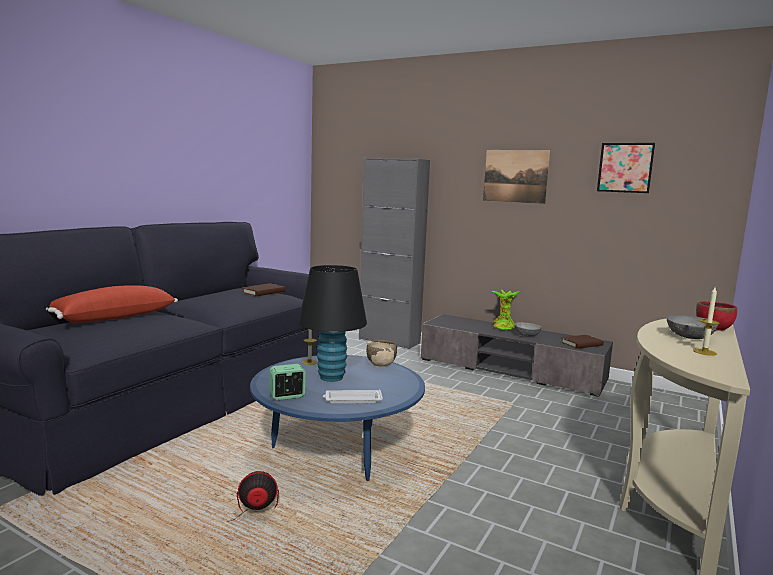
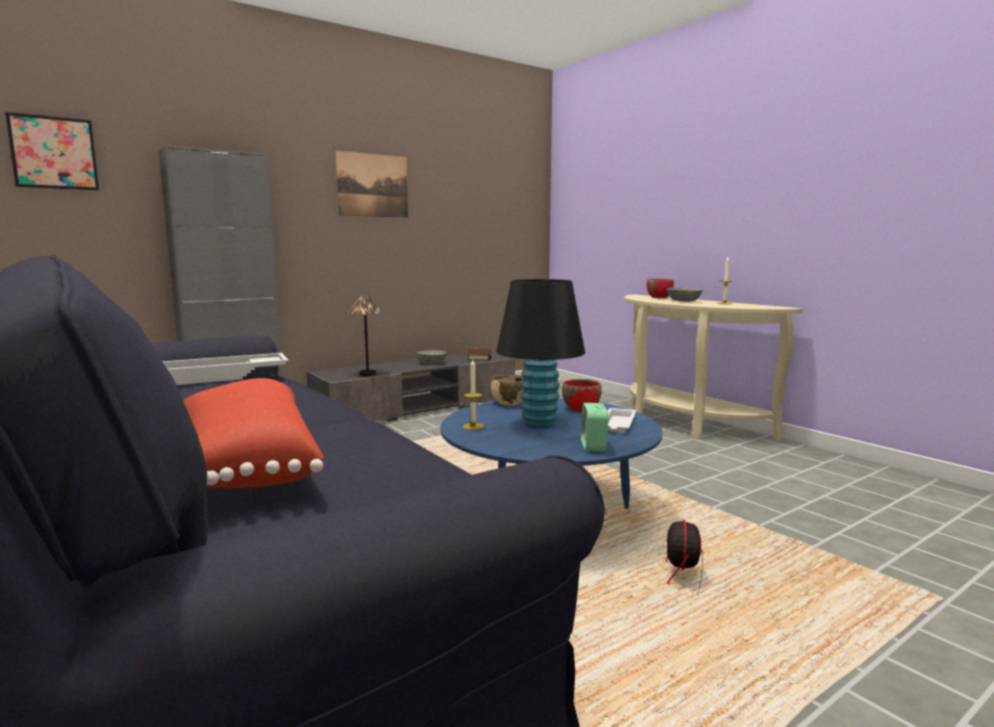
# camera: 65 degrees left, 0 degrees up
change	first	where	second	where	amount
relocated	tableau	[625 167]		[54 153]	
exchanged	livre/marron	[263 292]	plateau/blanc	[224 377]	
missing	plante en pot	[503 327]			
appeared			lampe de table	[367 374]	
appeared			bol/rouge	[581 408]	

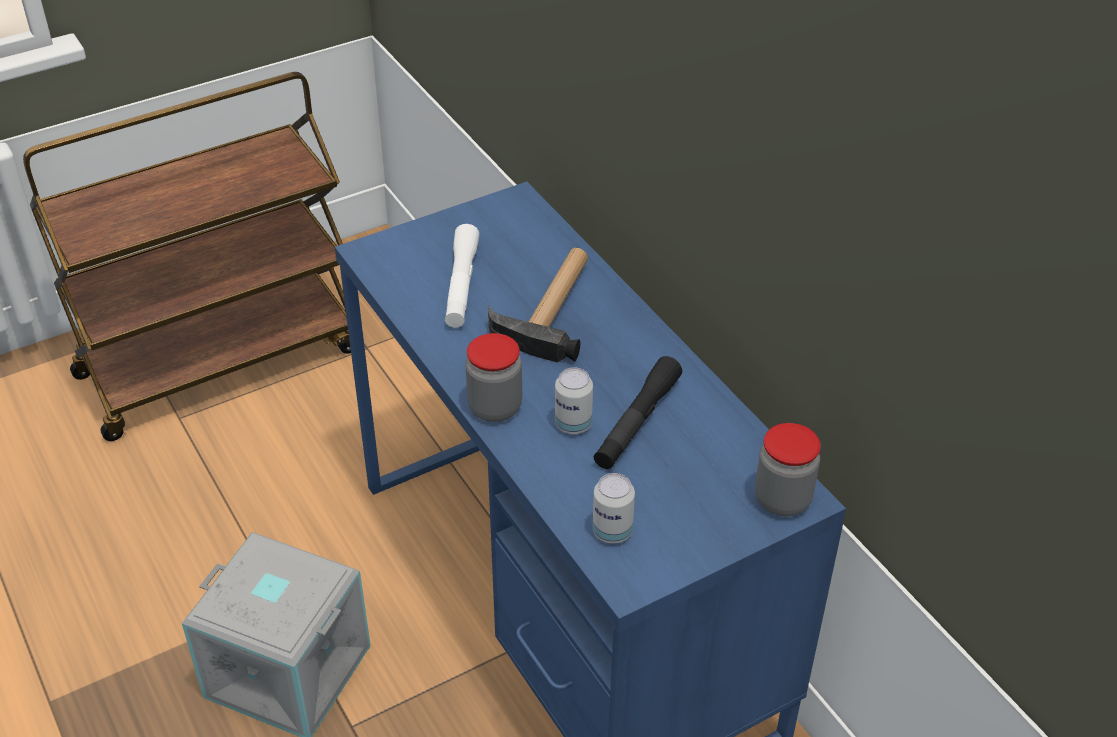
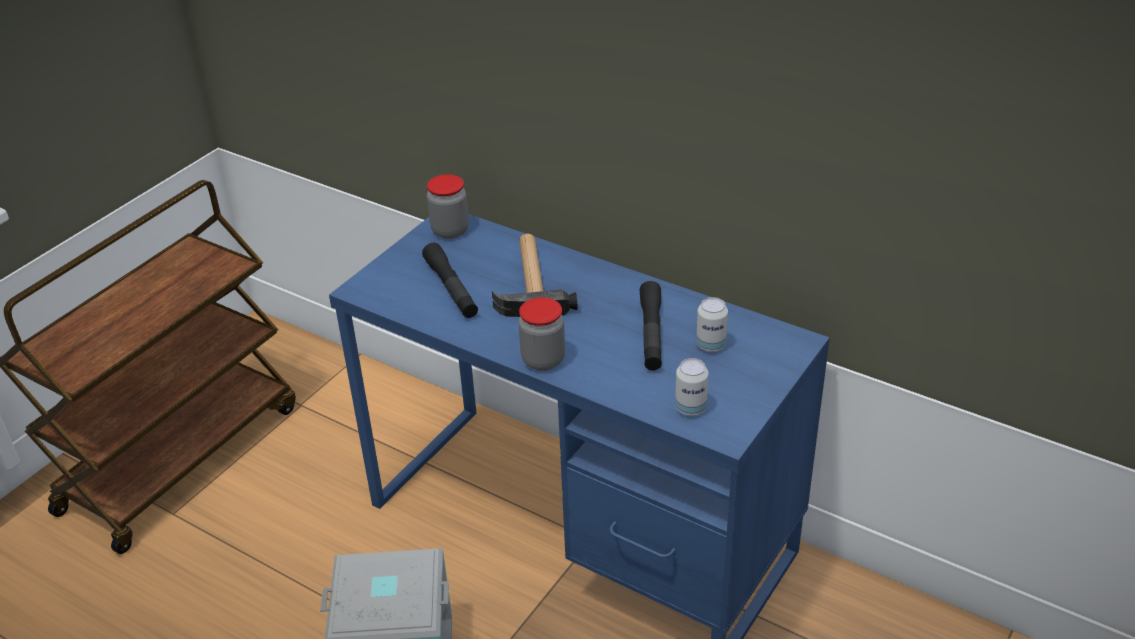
# camera: 25 degrees left, 5 degrees down
change	first	where	second	where	amount
colour	lampe de poche/blanc	[461 285]	lampe de poche/noir	[451 288]	
relocated	boîte métallique	[573 424]		[711 345]	
relocated	bocal	[782 500]		[450 230]	

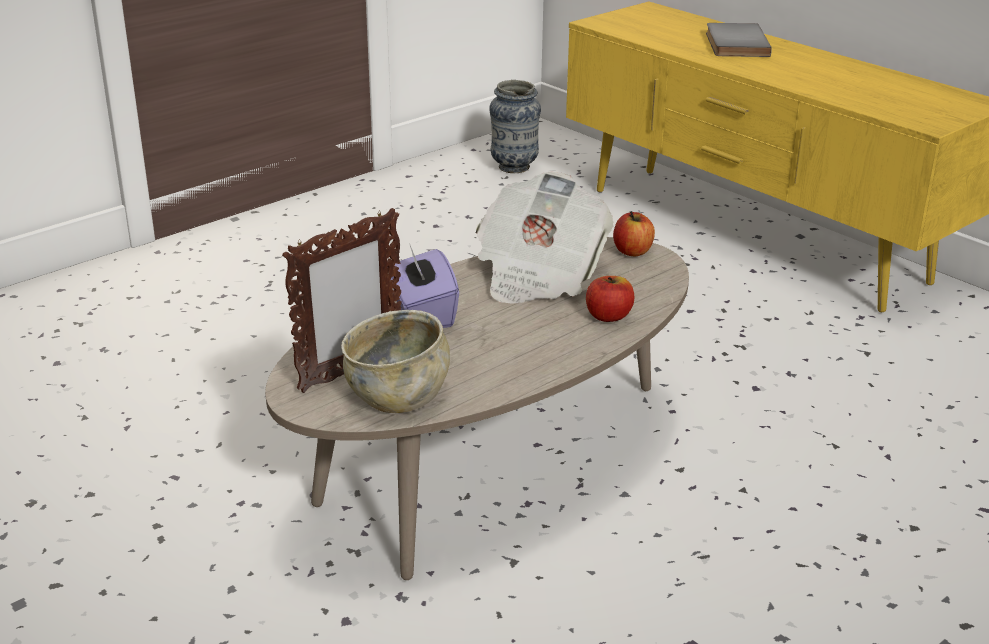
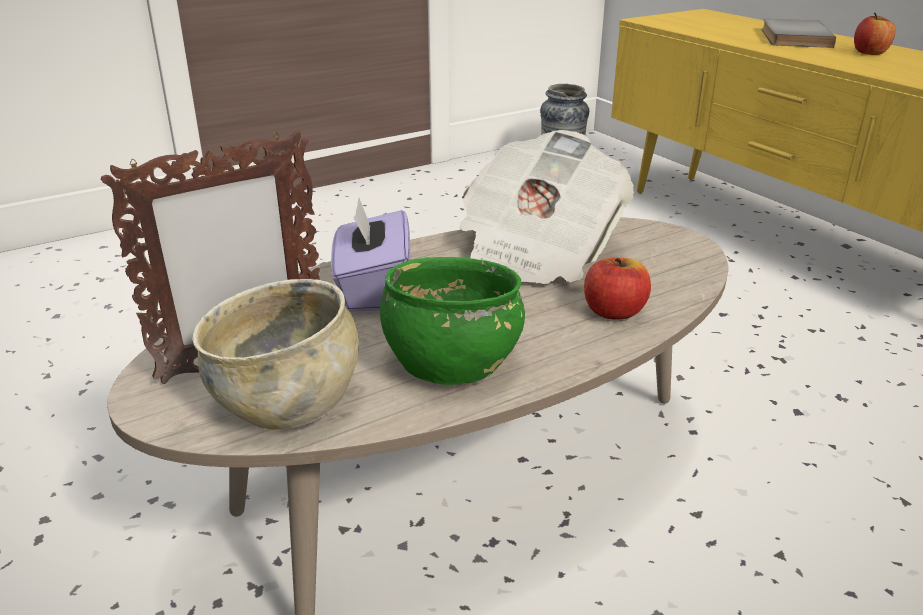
# camera: 10 degrees right, 0 degrees up
change	first	where	second	where	amount
relocated	pomme	[632 251]		[870 53]	
appeared			bol/vert	[452 363]	

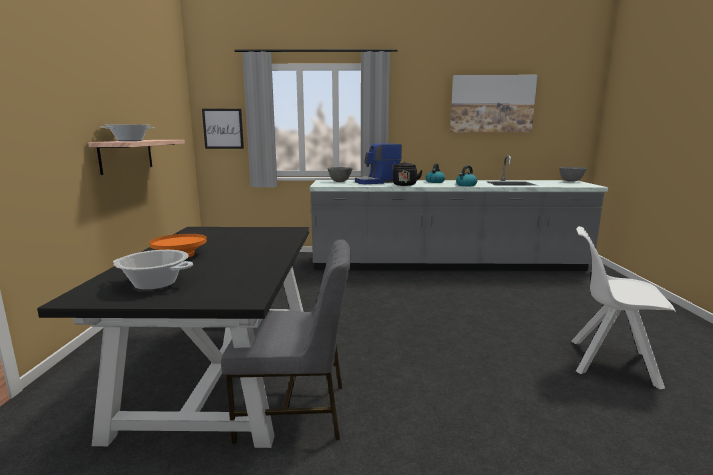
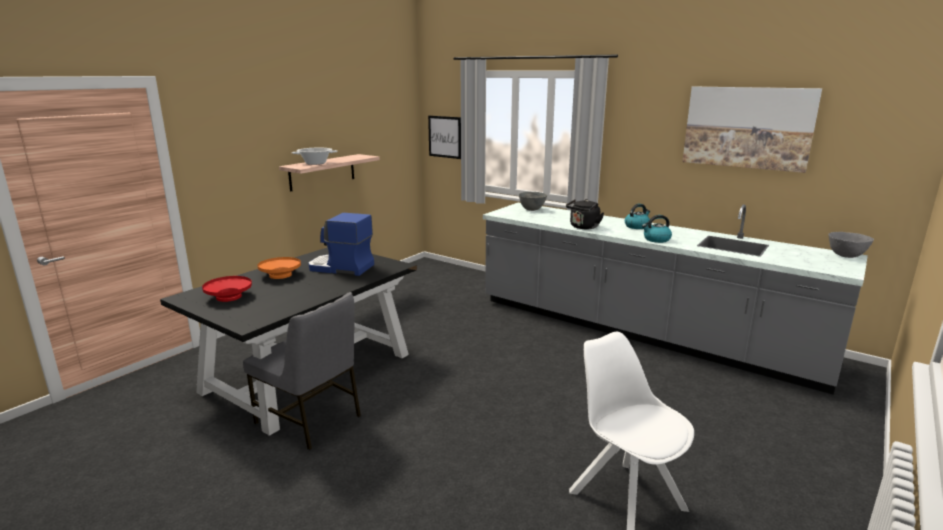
# camera: 35 degrees right, 5 degrees up
change	first	where	second	where	amount
relocated	machine à café	[377 182]		[341 268]	
exchanged	marmite	[155 283]	bol/rouge	[229 297]	

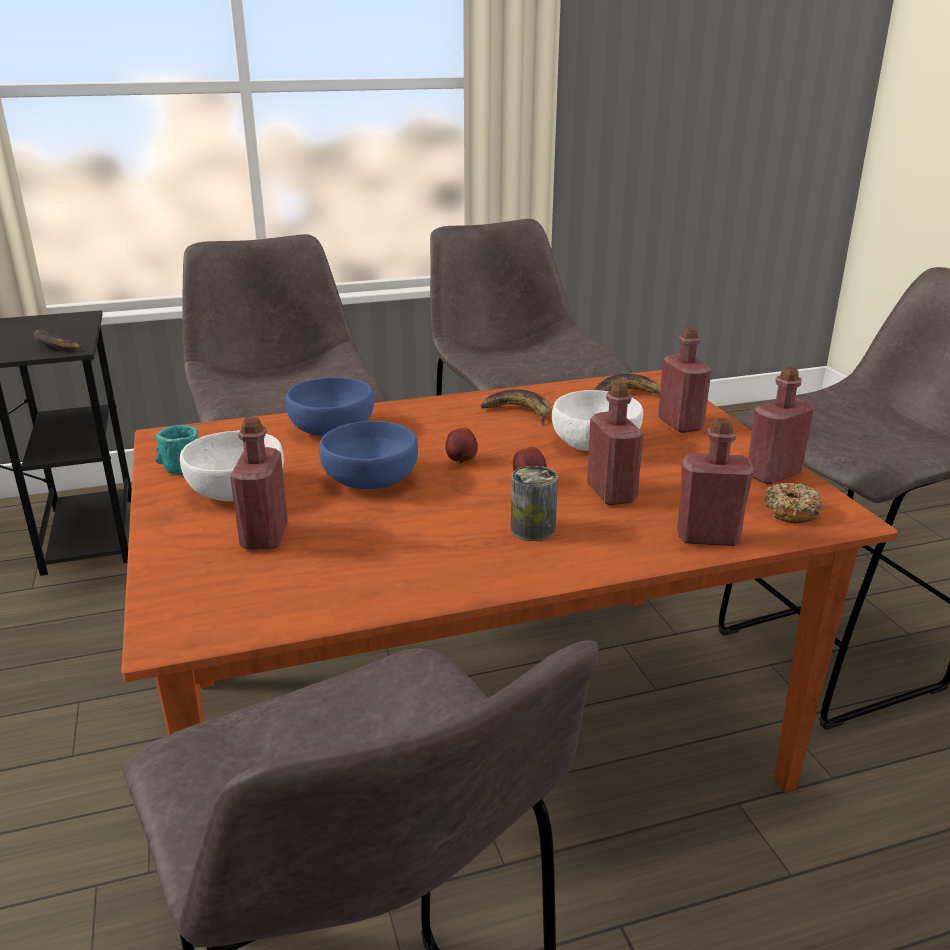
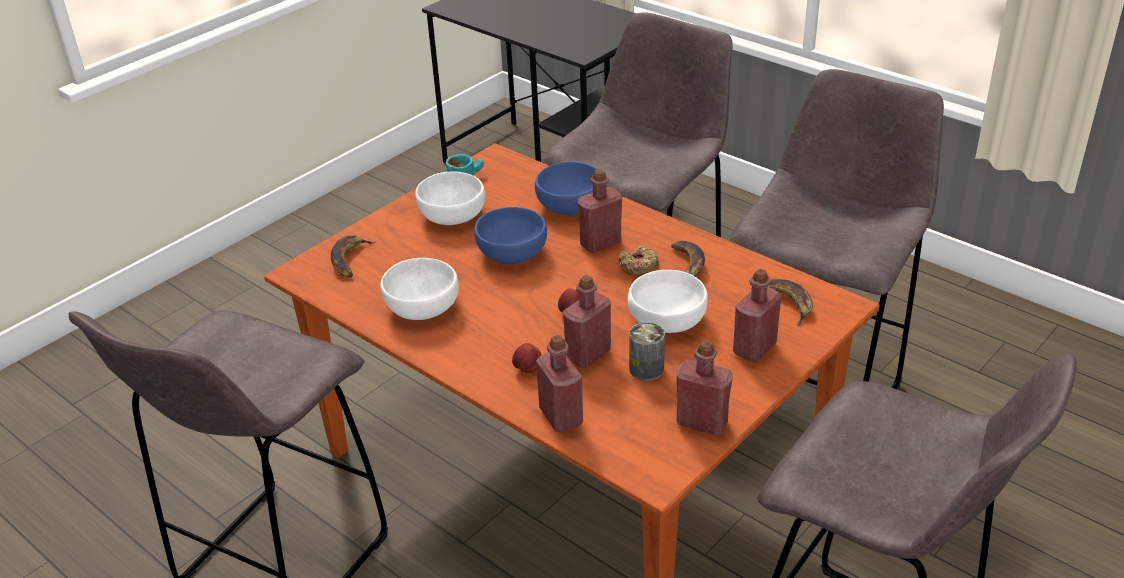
# camera: 60 degrees right, 10 degrees up
change	first	where	second	where	amount
relocated	banane	[56 346]		[350 259]	
relocated	bouteille/rouge	[264 536]		[600 243]	
relocated	pomme	[461 461]		[527 370]	
relocated	boîte métallique	[533 529]		[646 369]	
relocated	beignet	[791 511]		[639 267]	
appeared			bol/blanc	[421 308]	

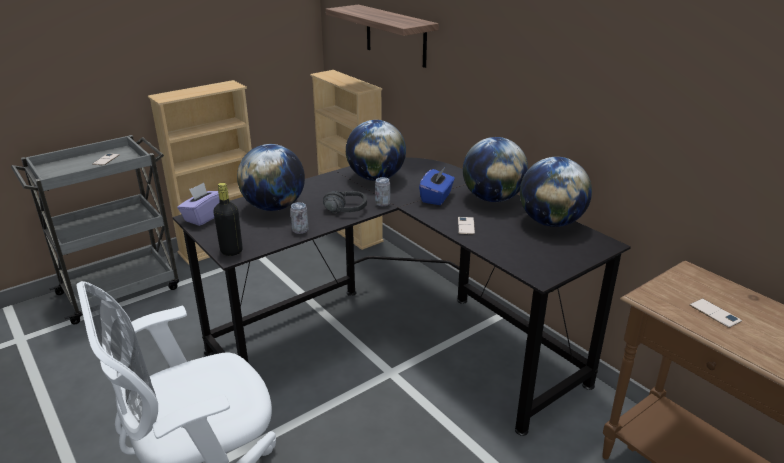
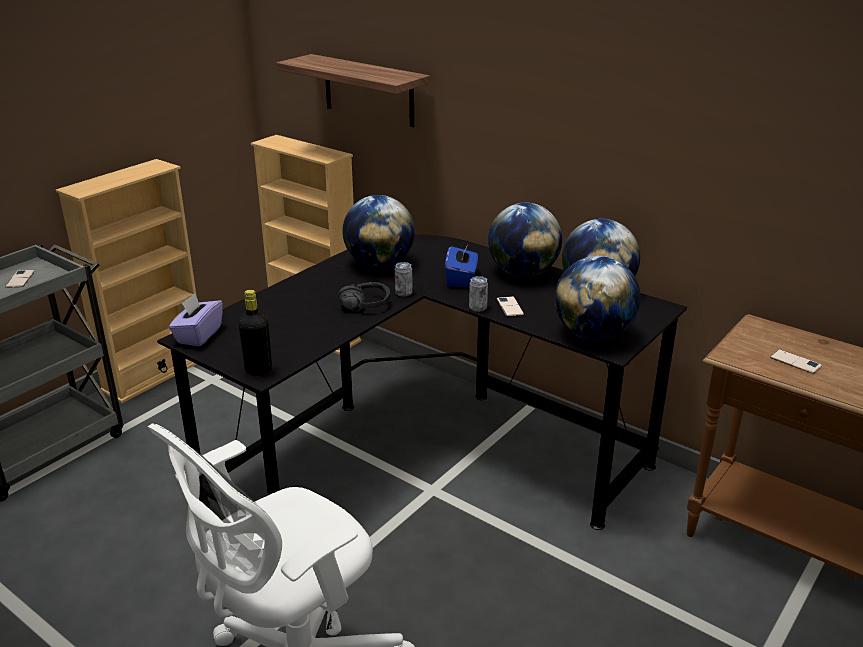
# camera: 15 degrees left, 0 degrees up
change	first	where	second	where	amount
relocated	globe	[274 207]		[593 335]	
relocated	boîte métallique	[300 230]		[478 308]	

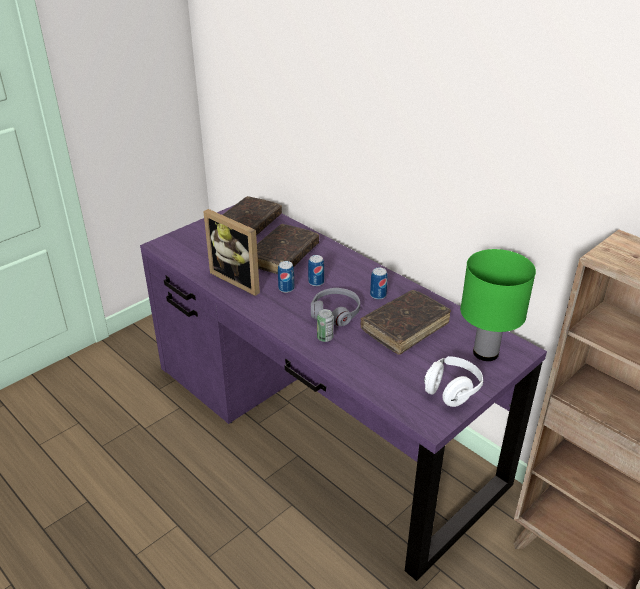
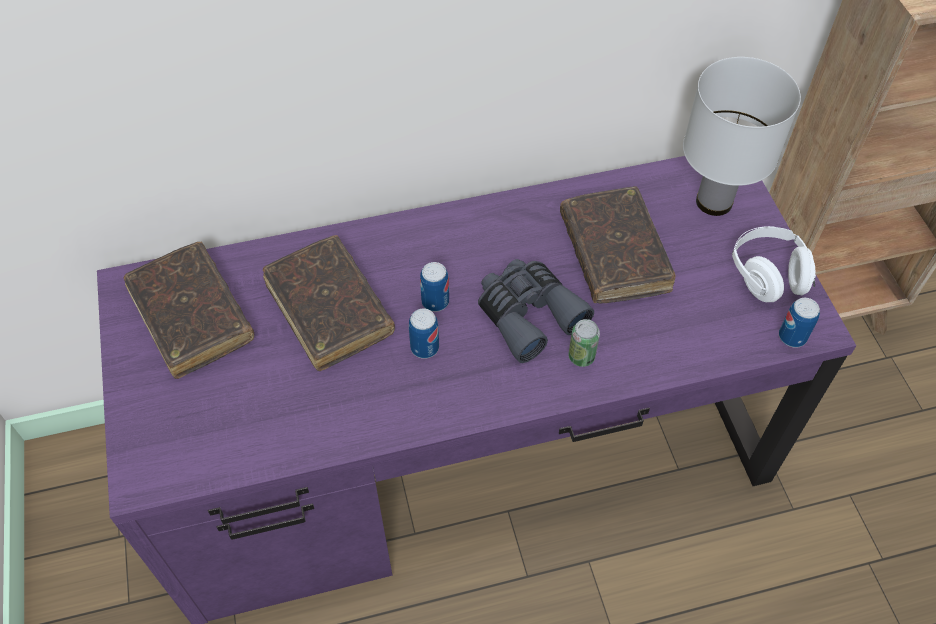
# camera: 60 degrees left, 20 degrees up
change	first	where	second	where	amount
missing	cadre photo	[239 279]			
colour	lampe de table/vert	[485 352]	lampe de table/blanc	[713 201]	
relocated	boîte métallique	[378 295]		[792 336]	
exchanged	casque audio/gris	[335 312]	jumelles/gris	[528 314]	

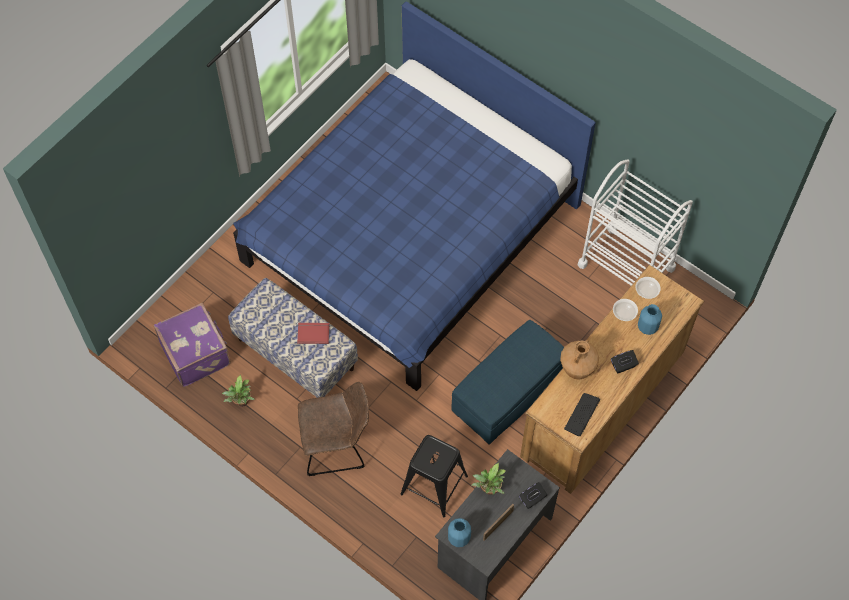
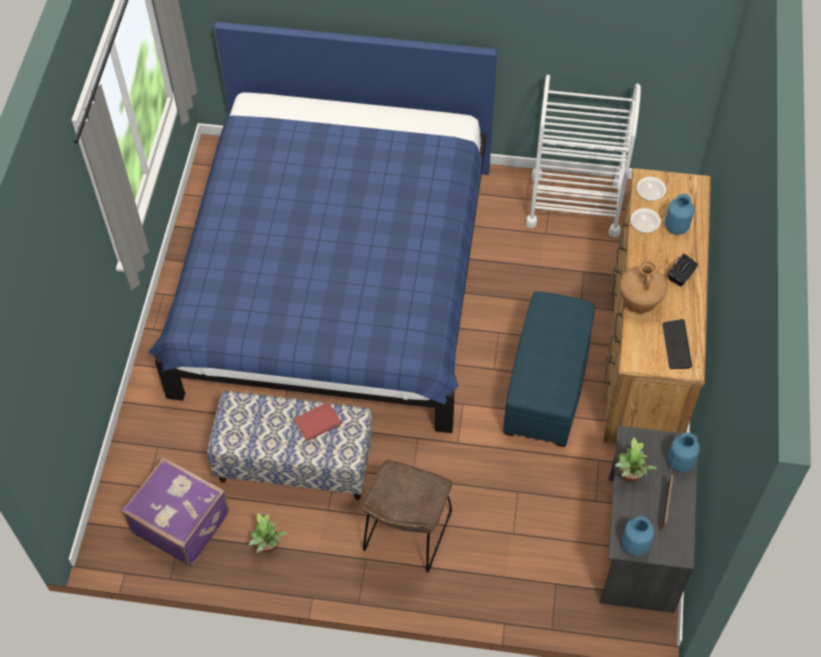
# camera: 30 degrees left, 5 degrees down
change	first	where	second	where	amount
spun	chaise/marron	[337 446]		[405 536]	150 degrees clockwise
missing	tabouret/noir	[434 485]			
exchanged	boîte à mouchoirs/noir	[532 499]	vase/bleu	[680 462]	

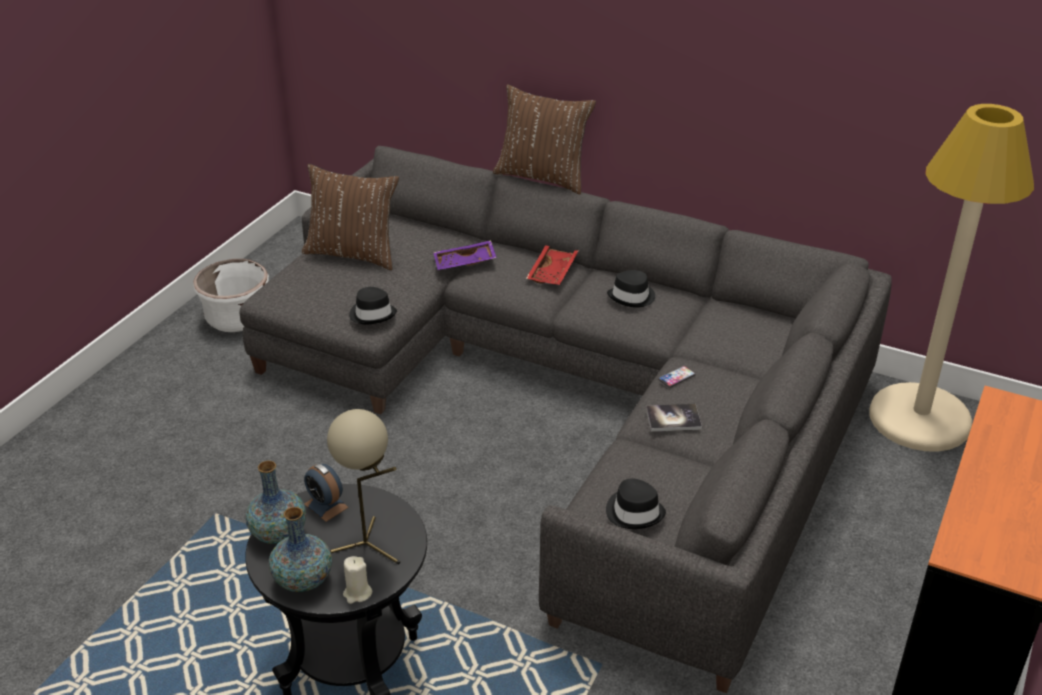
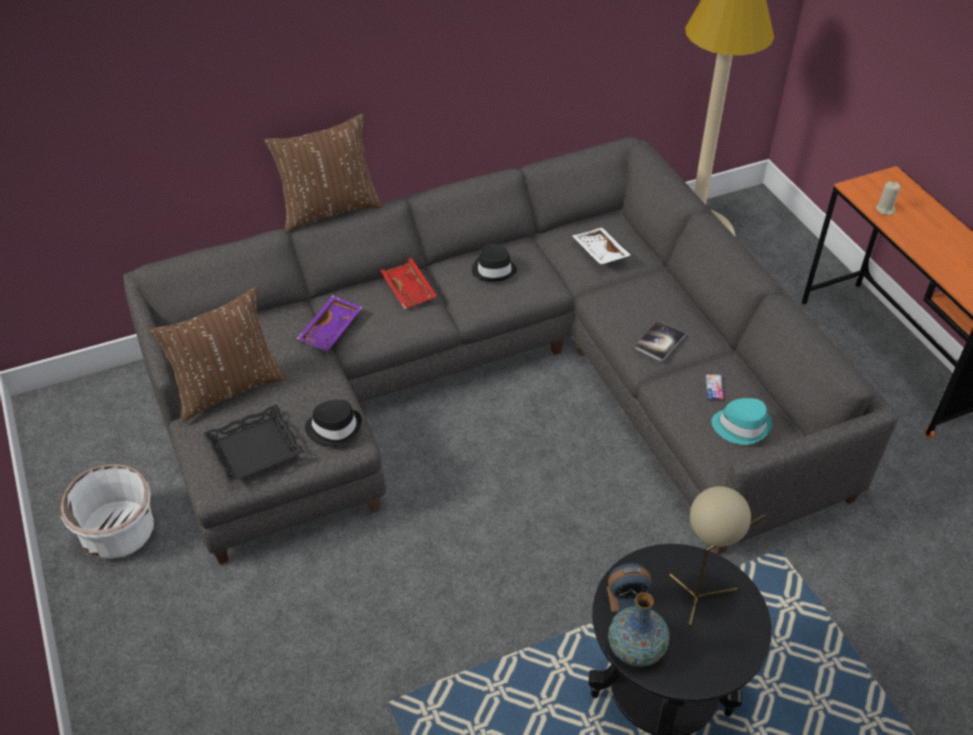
# camera: 50 degrees left, 10 degrees up
change	first	where	second	where	amount
relocated	téléphone	[676 377]		[714 388]	
colour	chapeau/noir	[634 512]	chapeau/turquoise	[741 426]	
missing	vase	[303 580]			
relocated	bougie/beige	[357 593]		[885 209]	
appeared			plateau/blanc	[599 252]	
appeared			plateau/noir	[254 448]	

